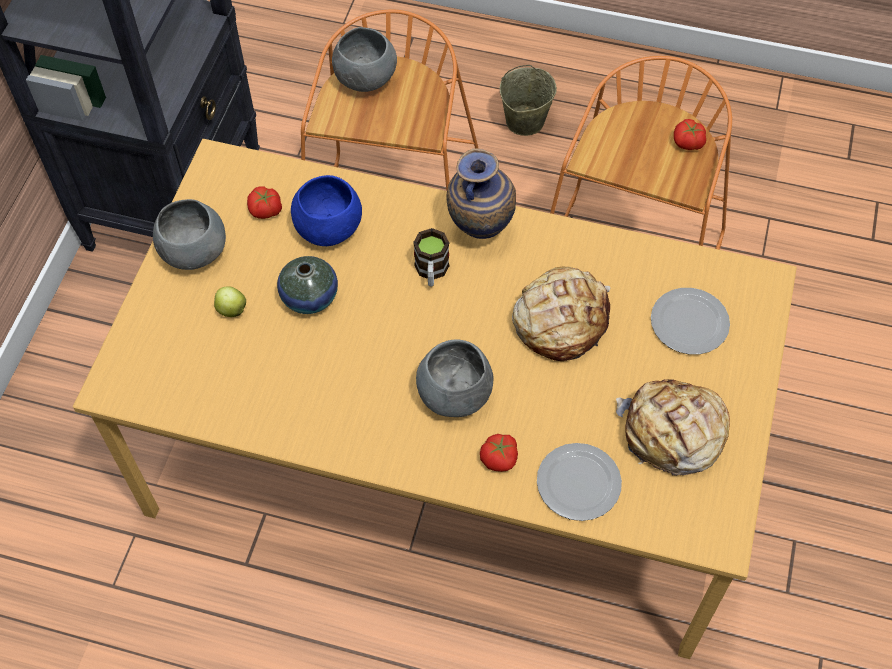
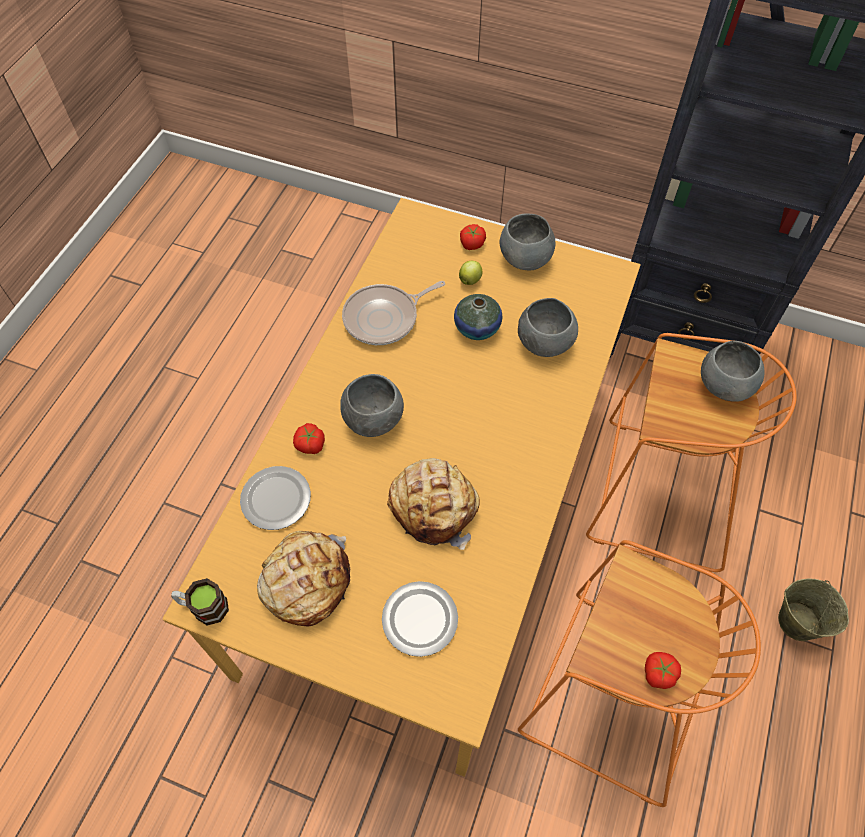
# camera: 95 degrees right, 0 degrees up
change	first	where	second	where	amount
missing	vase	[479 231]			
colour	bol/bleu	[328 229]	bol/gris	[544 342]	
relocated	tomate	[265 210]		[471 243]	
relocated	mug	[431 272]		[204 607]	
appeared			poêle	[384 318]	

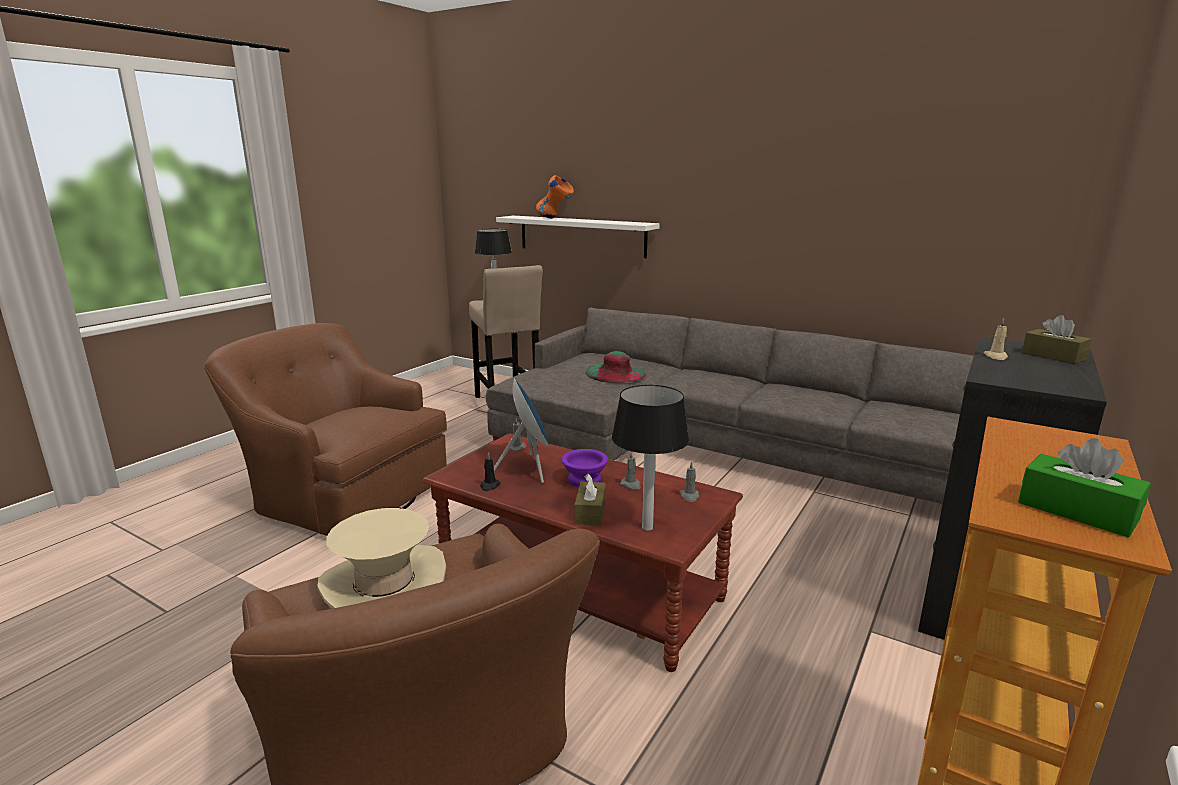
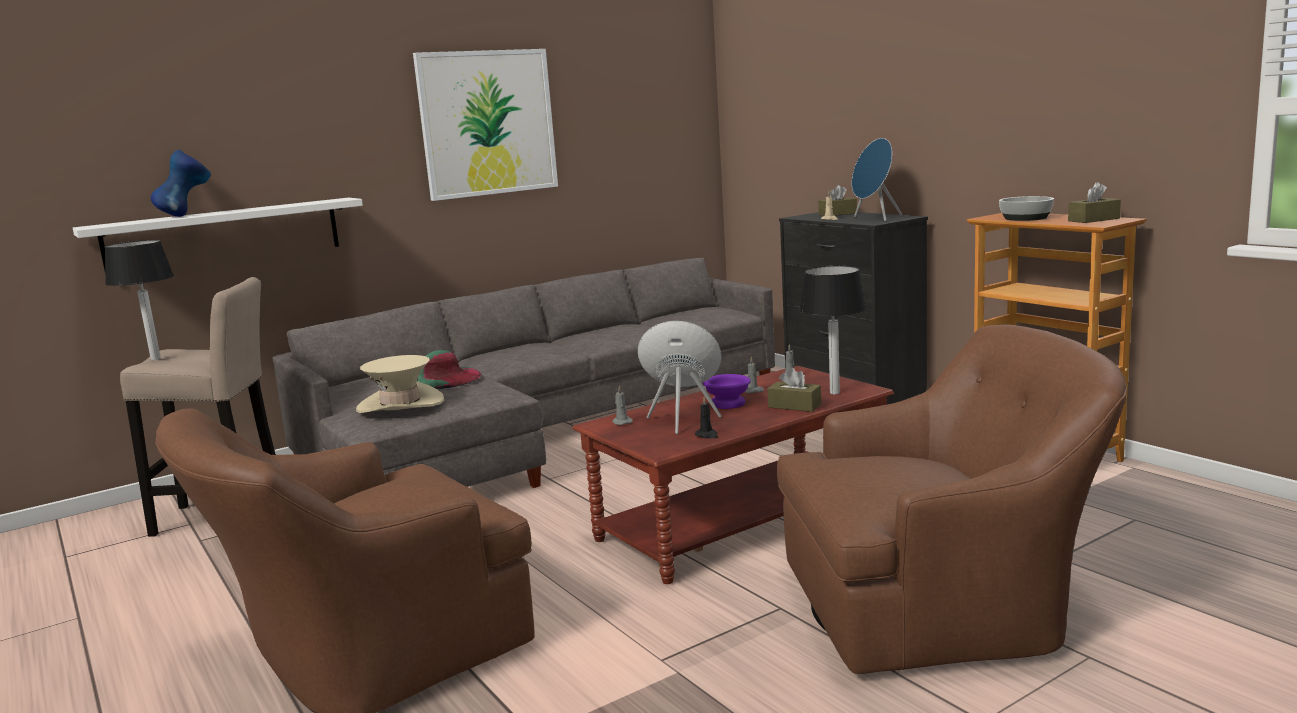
# camera: 65 degrees left, 5 degrees down
change	first	where	second	where	amount
colour	vase/orange	[555 218]	vase/bleu	[186 215]	
colour	boîte à mouchoirs/vert	[1077 511]	boîte à mouchoirs/marron	[1093 220]	
relocated	chapeau/beige	[384 584]		[400 404]	
appeared			tableau	[487 123]	
appeared			enceinte/bleu	[875 218]	
appeared			bol	[1026 218]	

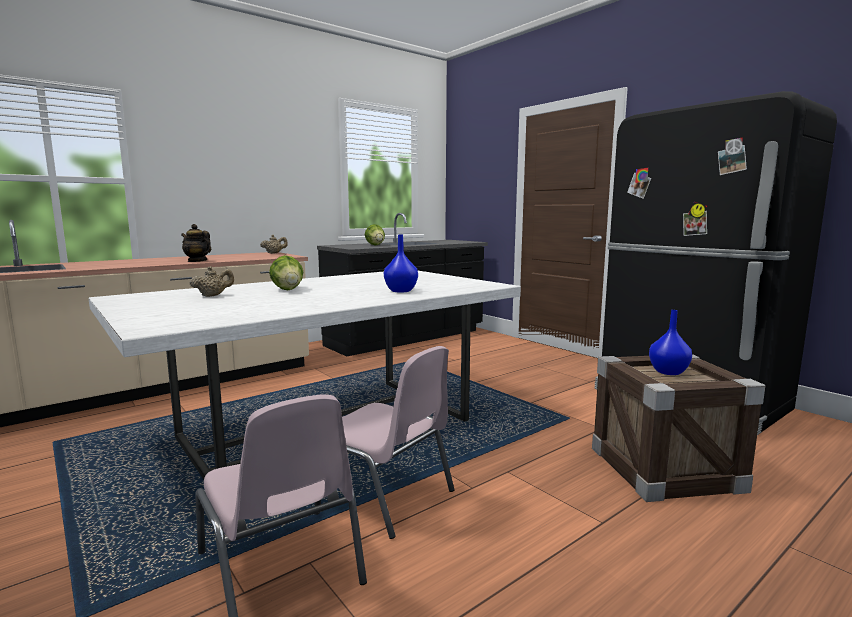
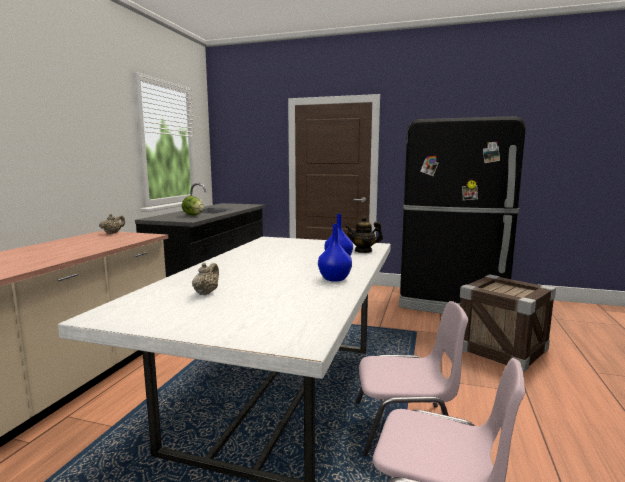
# camera: 35 degrees left, 0 degrees up
change	first	where	second	where	amount
relocated	théière	[197 261]		[363 251]	
missing	laitue	[288 290]			
relocated	vase/bleu	[667 372]		[334 279]	

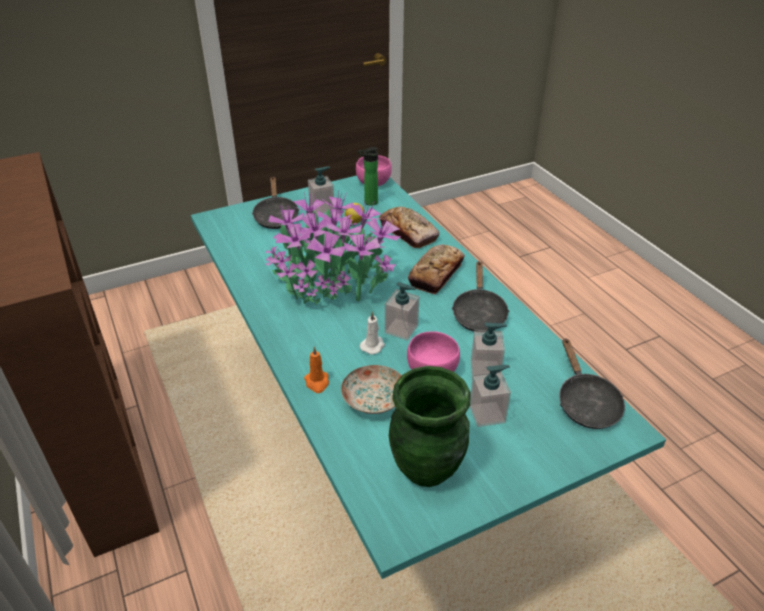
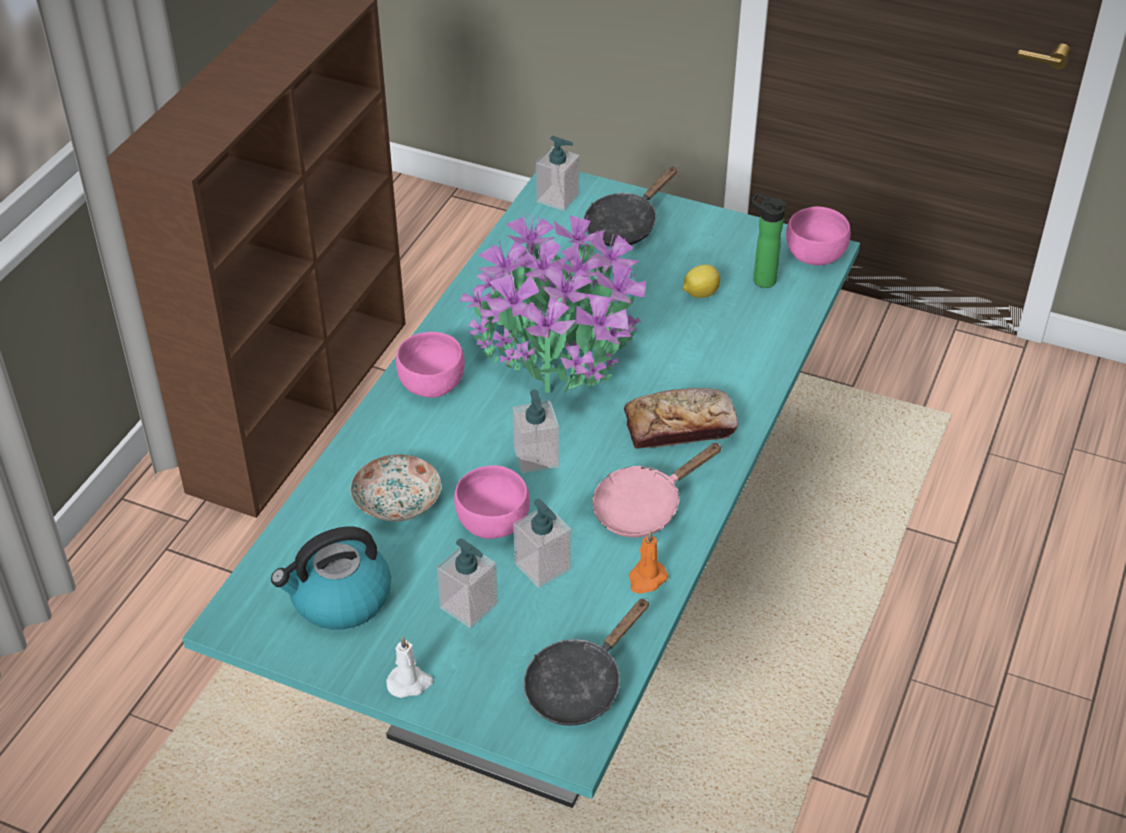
# camera: 50 degrees right, 5 degrees up
change	first	where	second	where	amount
relocated	distributeur de savon	[322 208]		[558 198]	
missing	pain	[408 233]			
colour	poêle/noir	[478 313]	poêle/rose	[644 507]	
relocated	bougie/blanc	[373 345]		[410 683]	
relocated	bougie/orange	[317 382]		[646 579]	
exchanged	vase/vert	[427 468]	bouilloire	[339 599]	
appeared			bol/rose	[431 385]	

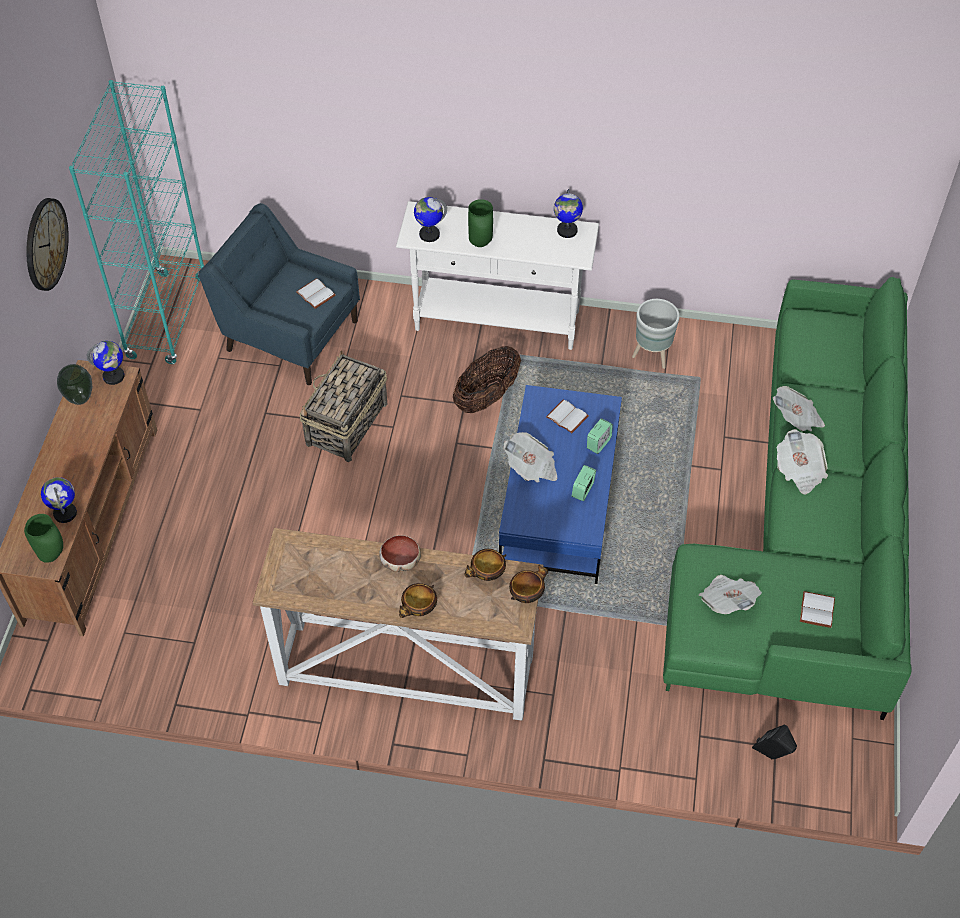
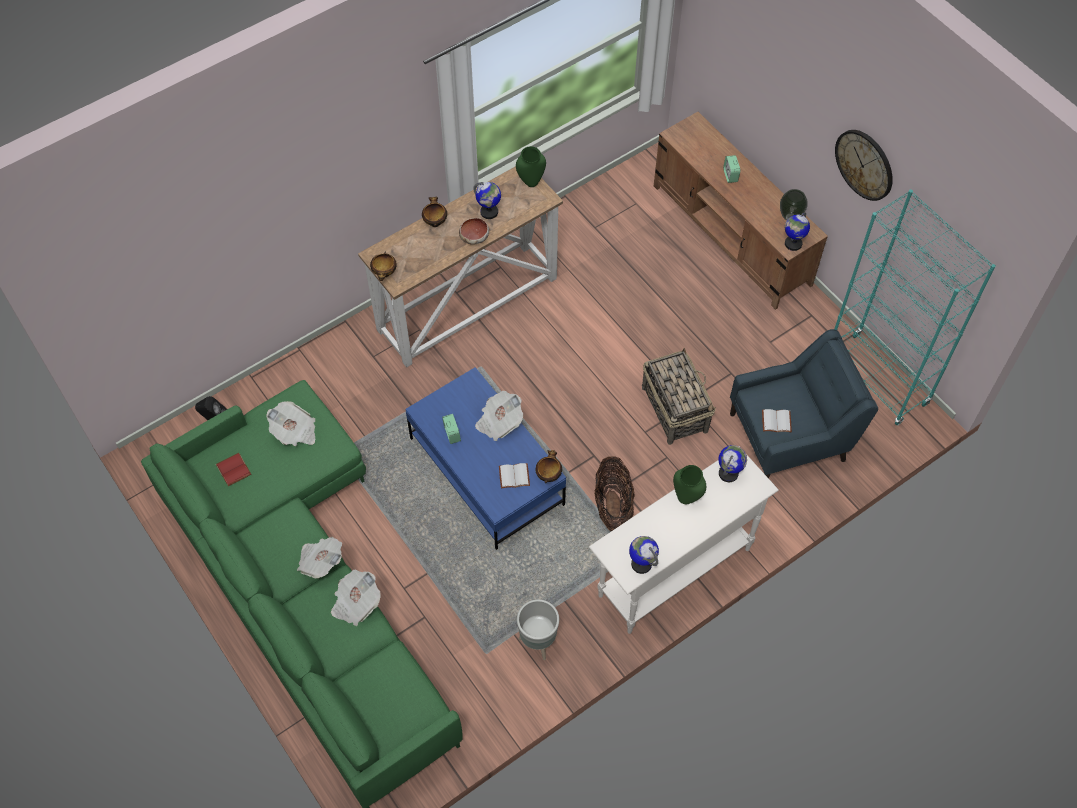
# camera: 135 degrees right, 5 degrees up
change	first	where	second	where	amount
relocated	réveil	[598 443]		[730 175]	
relocated	globe	[65 513]		[489 212]	
relocated	vase/vert	[52 555]		[531 183]	
relocated	bol	[487 575]		[548 475]	
colour	livre/blanc	[815 609]	livre/rouge	[234 470]	

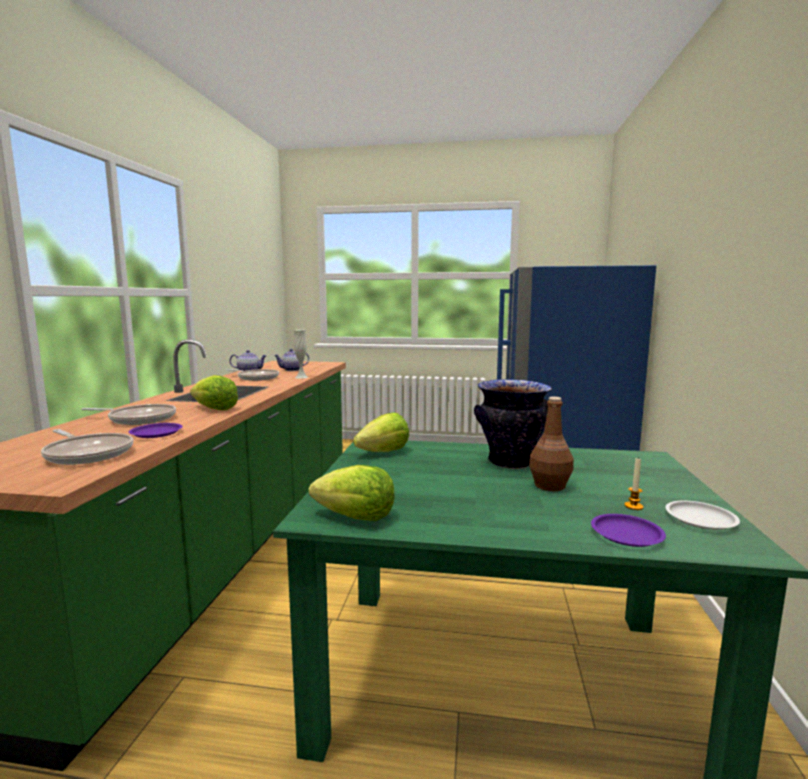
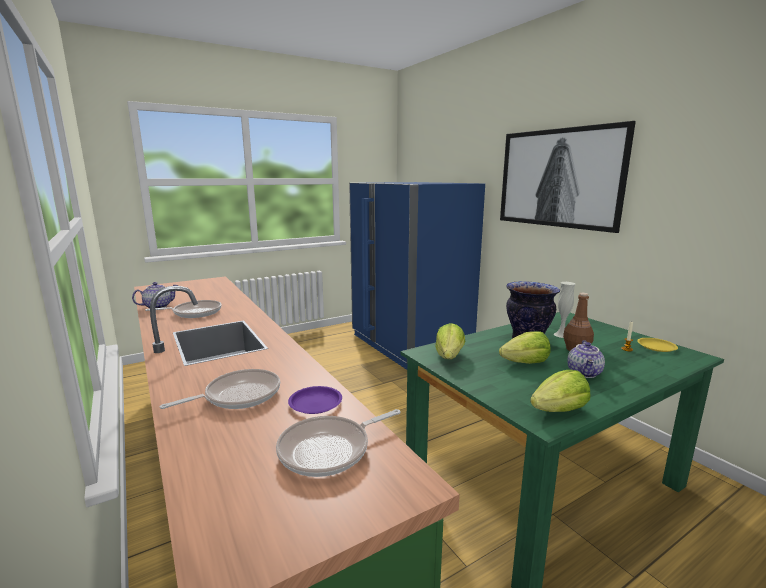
# camera: 40 degrees left, 5 degrees up
change	first	where	second	where	amount
relocated	vase/blanc	[301 377]		[561 335]	
relocated	théière	[292 370]		[585 373]	
relocated	laitue	[214 409]		[525 363]	
spun	poêle	[88 454]		[329 450]	150 degrees clockwise
colour	assiette/blanc	[700 519]	assiette/jaune	[656 347]	
missing	assiette/violet	[626 534]			
appeared			tableau	[559 178]	

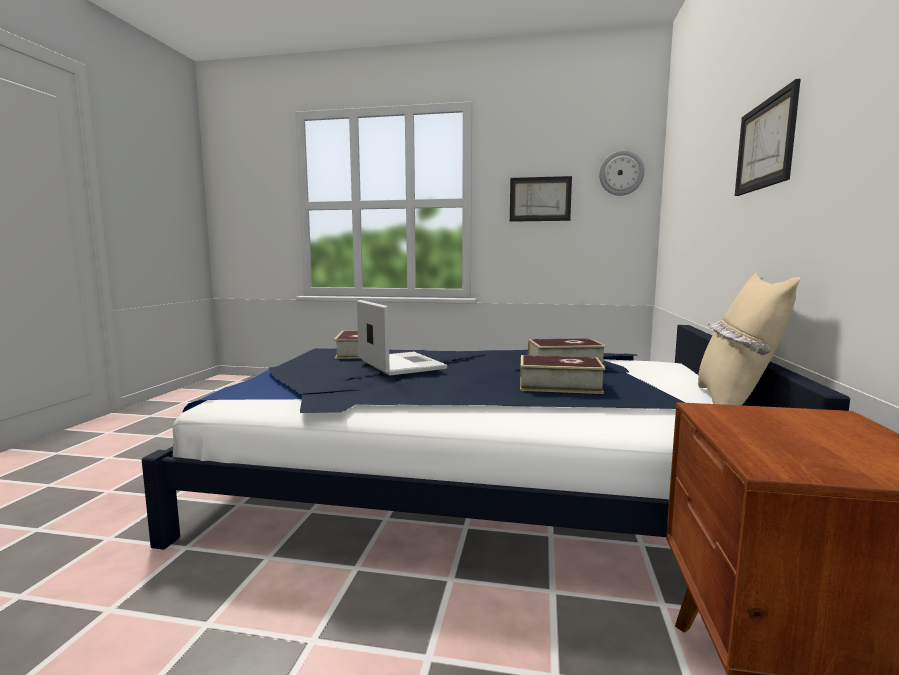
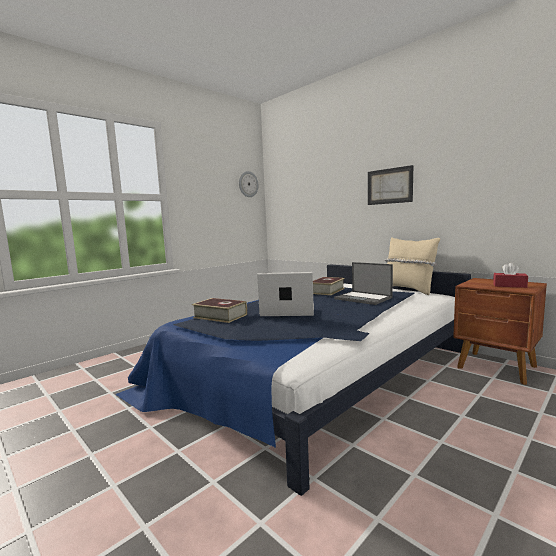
# camera: 55 degrees left, 0 degrees up
change	first	where	second	where	amount
missing	tableau	[540 199]			
exchanged	livre	[559 385]	ordinateur portable	[364 298]	
appeared			boîte à mouchoirs/rouge	[509 285]	

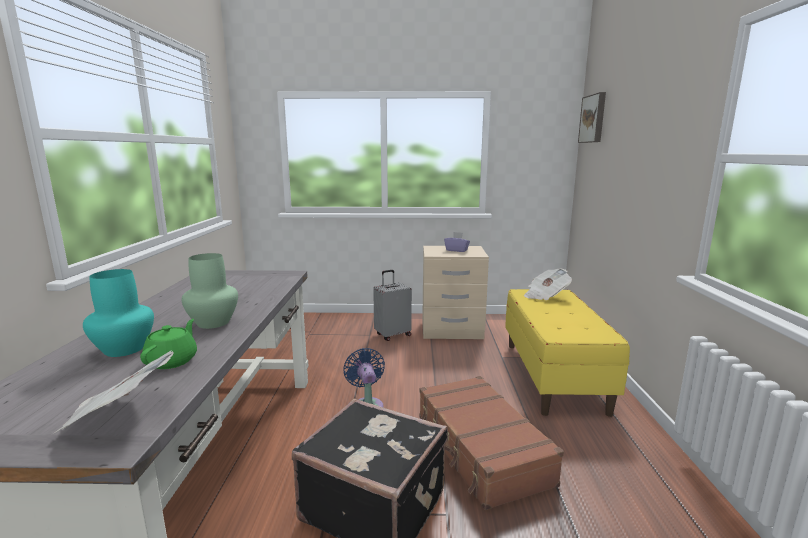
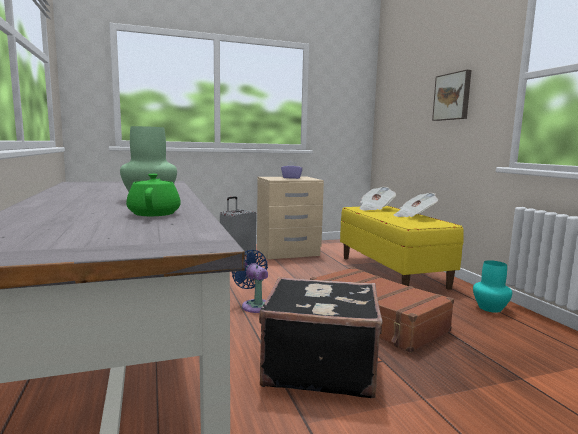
# camera: 20 degrees left, 5 degrees down
change	first	where	second	where	amount
relocated	tableau	[593 119]		[453 96]	
relocated	vase/turquoise	[123 349]		[490 308]	
relocated	journal	[122 414]		[414 216]	

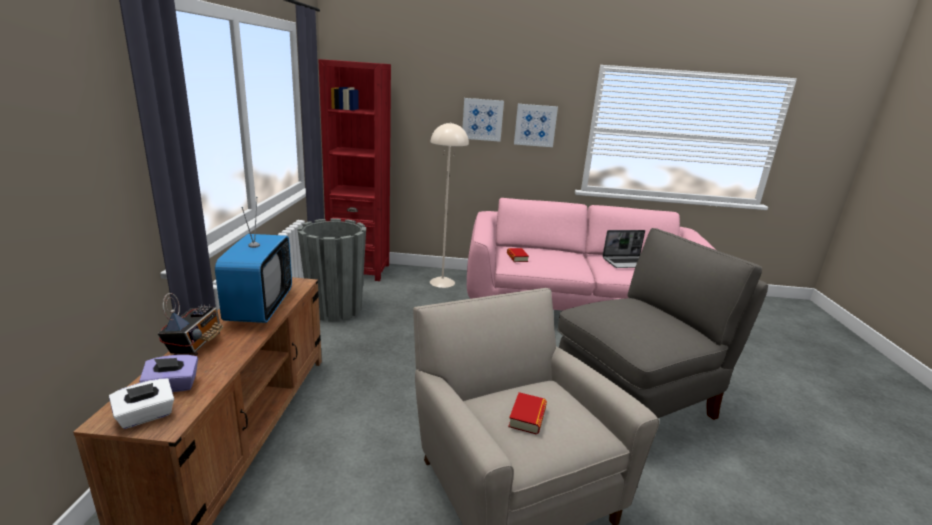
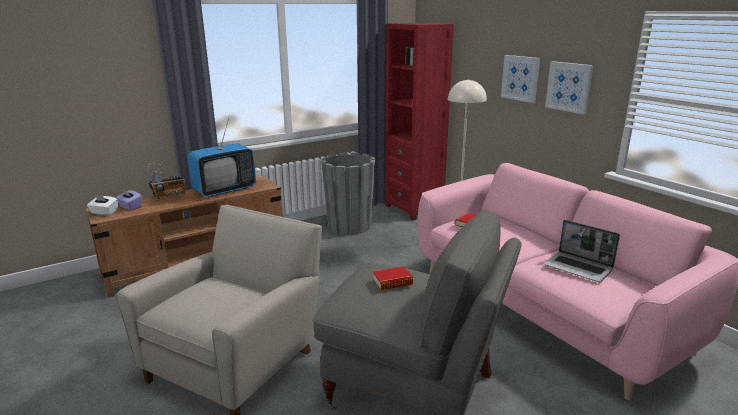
# camera: 55 degrees right, 0 degrees up
change	first	where	second	where	amount
relocated	livre	[527 417]		[392 282]	

